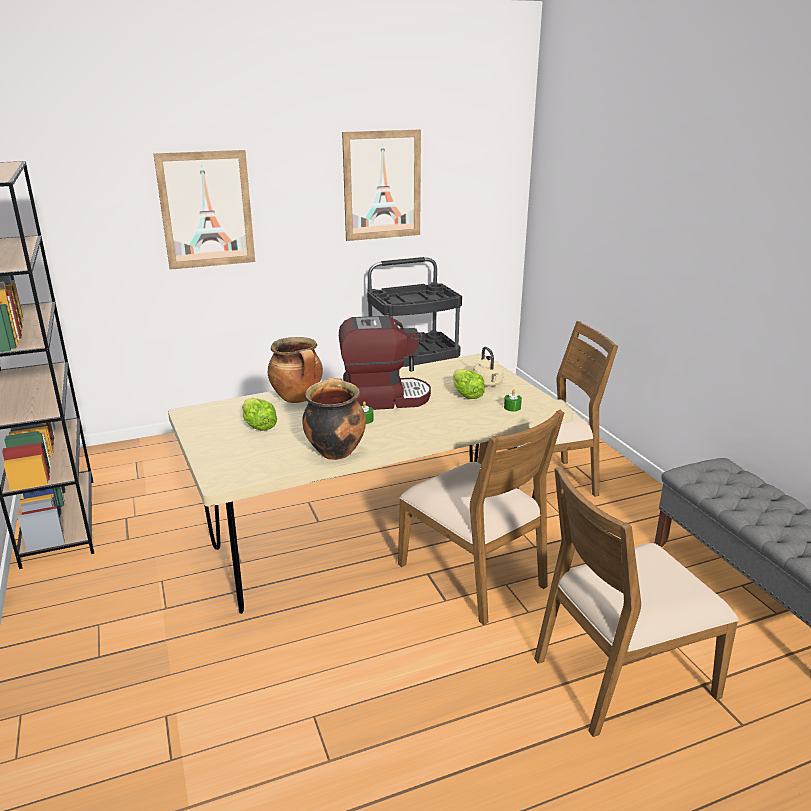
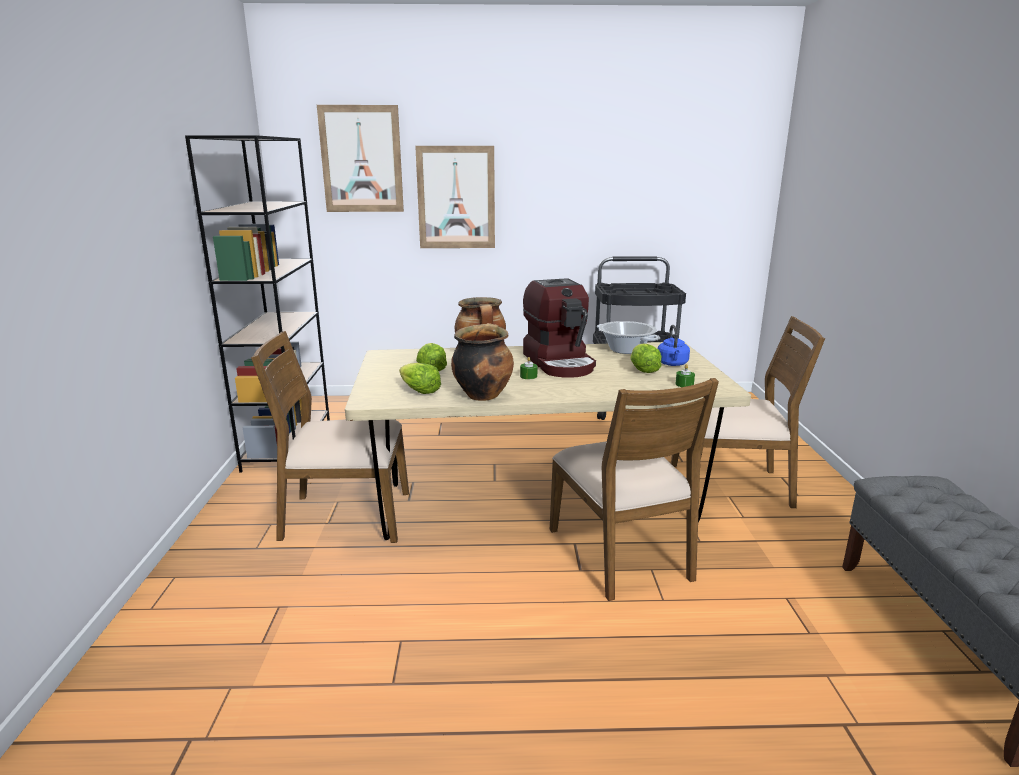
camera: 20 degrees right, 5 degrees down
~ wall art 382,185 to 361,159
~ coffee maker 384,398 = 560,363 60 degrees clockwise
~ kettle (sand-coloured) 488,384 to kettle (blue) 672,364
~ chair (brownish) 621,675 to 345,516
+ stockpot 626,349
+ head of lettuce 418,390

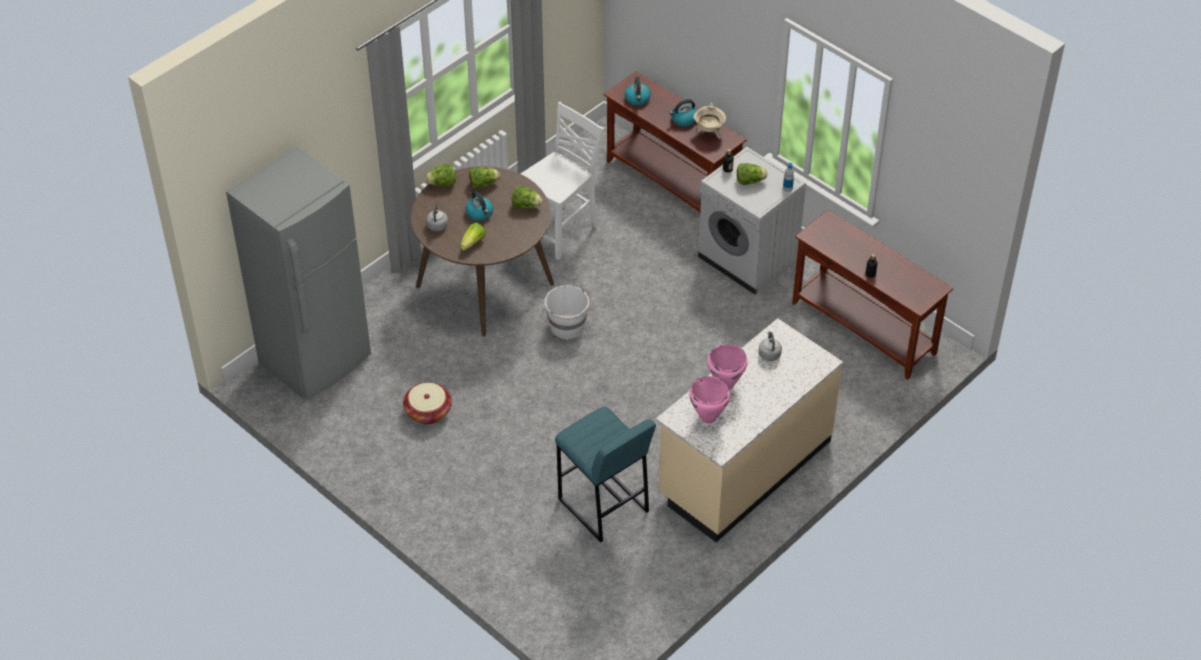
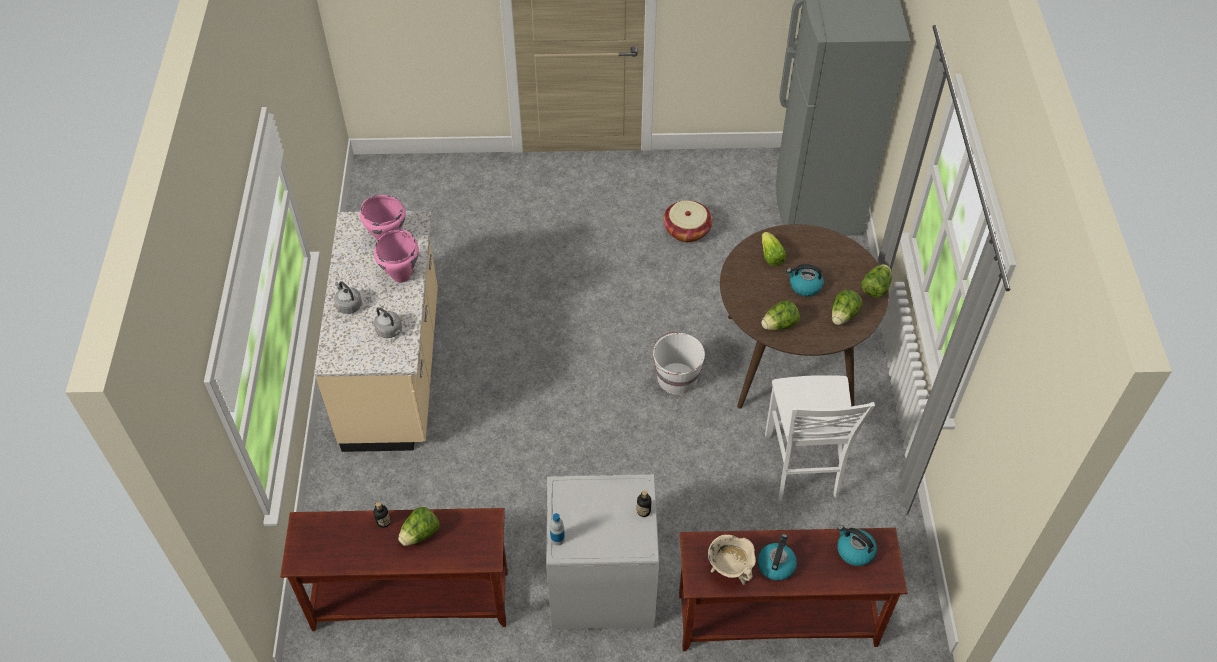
camera: 135 degrees right, 5 degrees up
~ head of lettuce 749,181 to 420,534
~ kettle (gray) 437,227 to 348,305
- stool (turquoise) 605,506

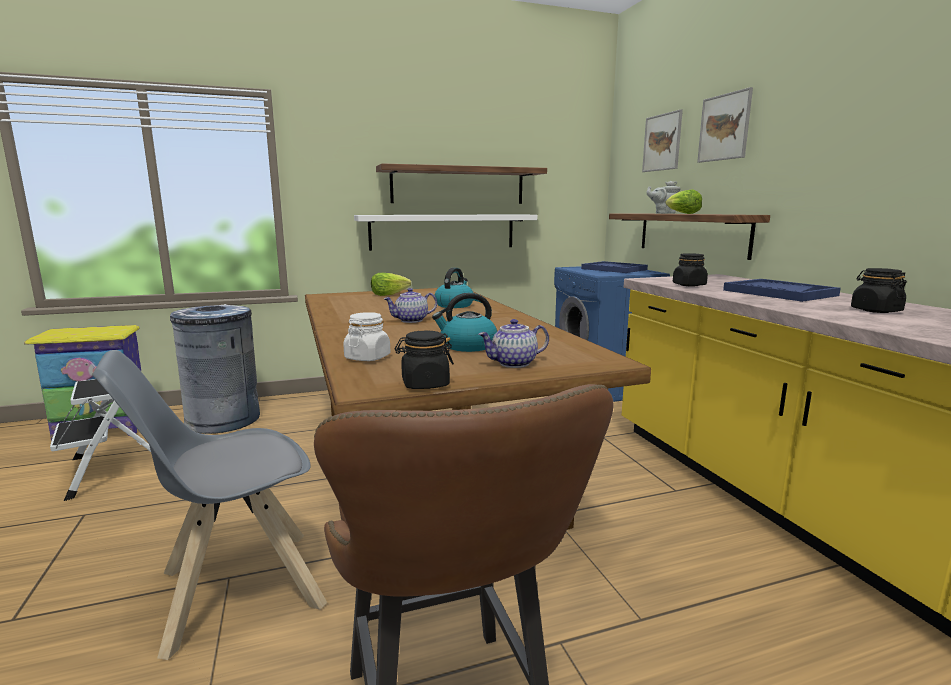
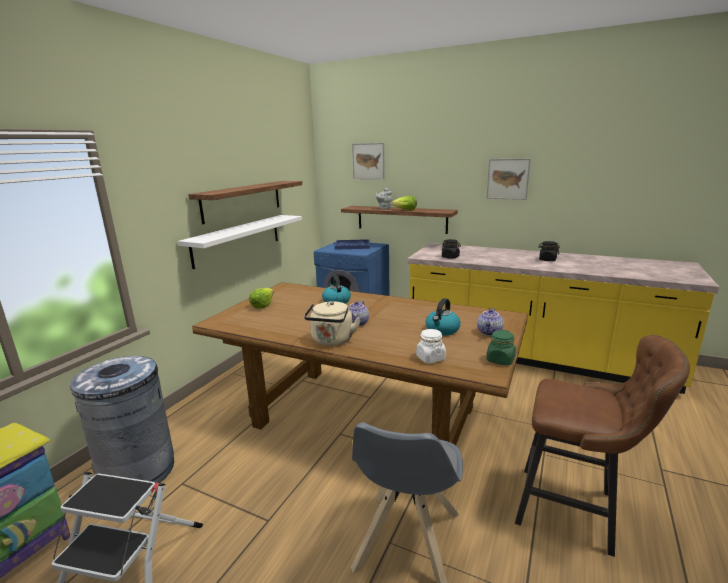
camera: 45 degrees left, 5 degrees up
~ wall art 724,127 to 507,179
- serving tray (blue) 778,293
~ preserve jar (black-coloured) 425,384 to preserve jar (green) 500,360
+ kettle (sand-coloured) 332,341

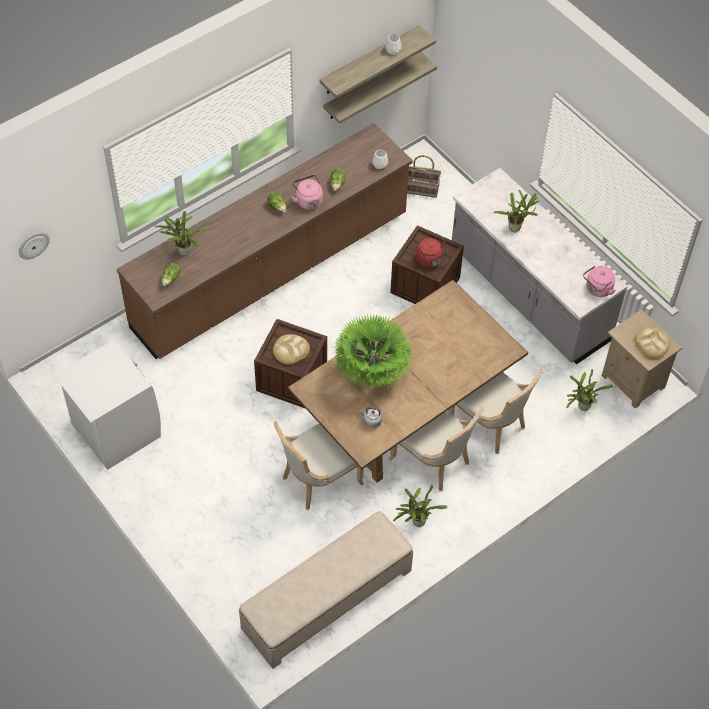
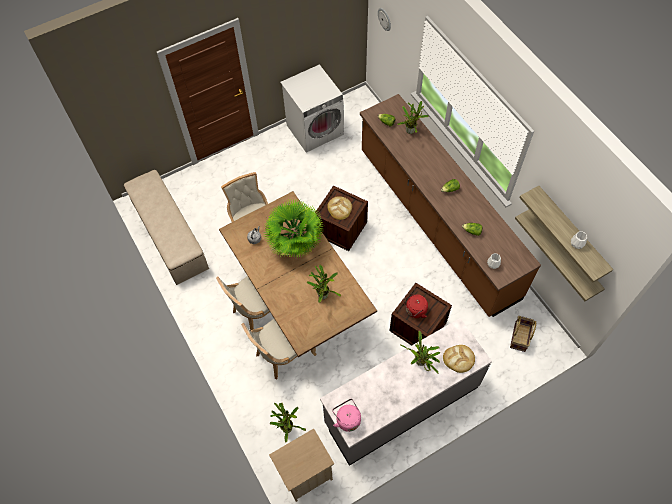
camera: 100 degrees right, 5 degrees up
- kettle (pink-coloured) 308,200
~ bakery bread 652,344 to 459,359
~ plant in a pot 416,522 to 323,294

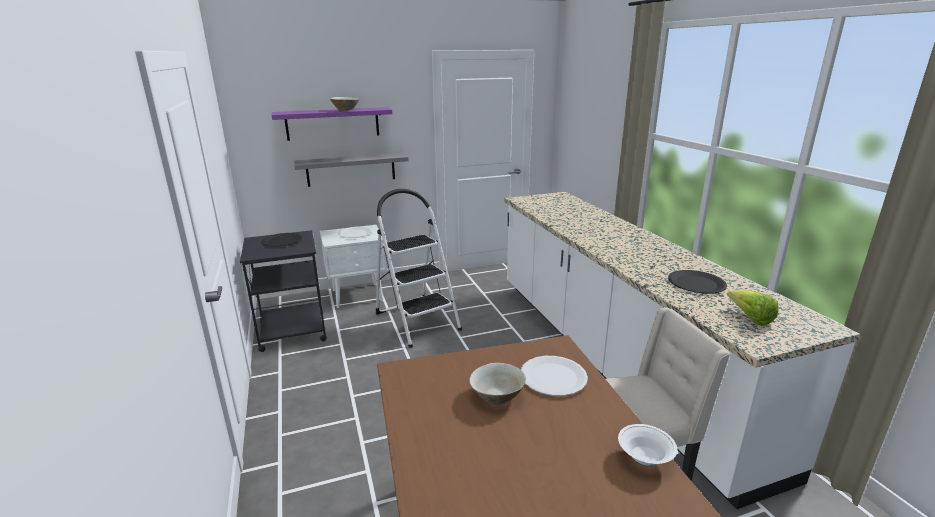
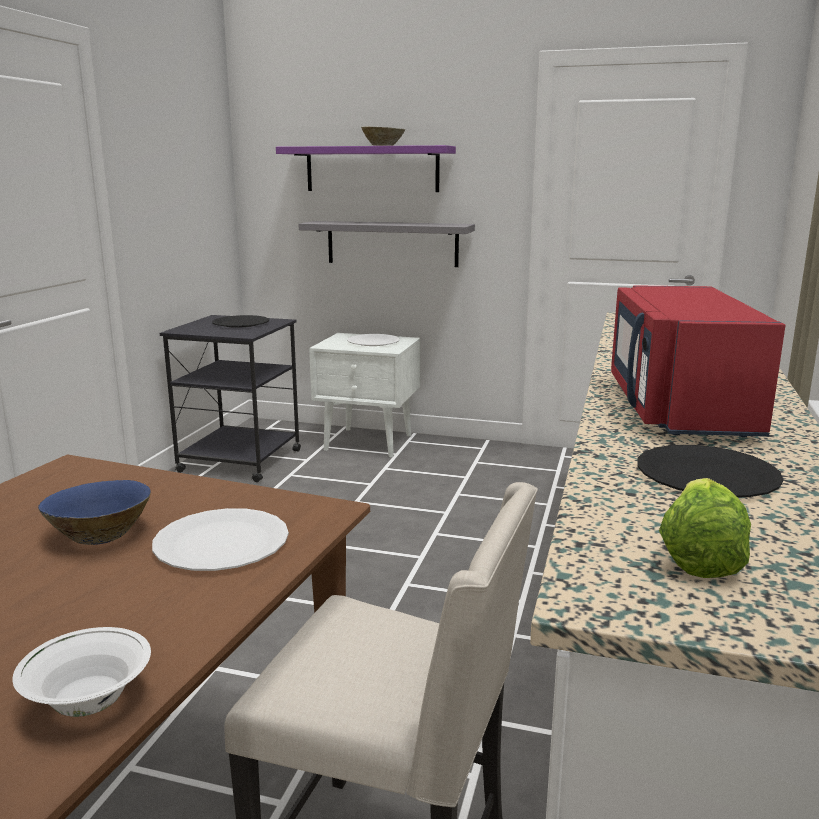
camera: 35 degrees right, 5 degrees down
- stepladder 416,321
~ deep dish (sand-coloured) 497,396 to deep dish (blue) 100,534
+ kitchen microwave (reddish) 677,408

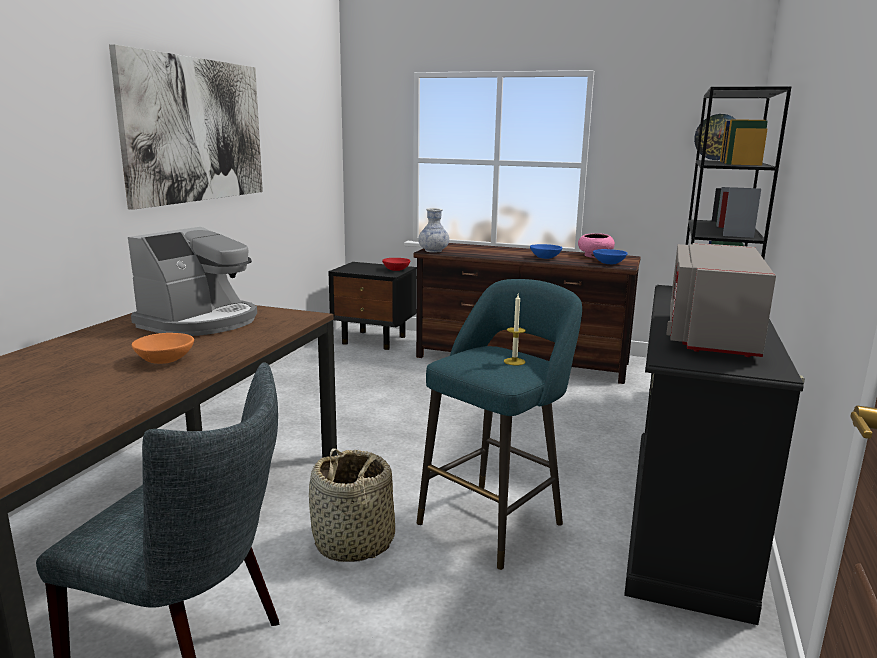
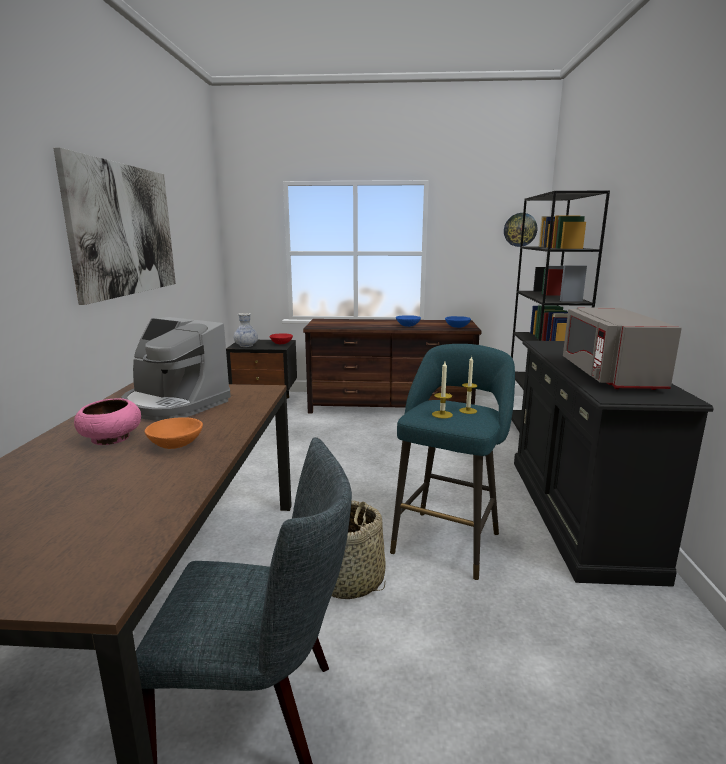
camera: 15 degrees left, 0 degrees up
~ decorative vase 433,251 to 246,345
~ coffee maker 200,322 = 175,404 105 degrees clockwise
~ deep dish (pink-coloured) 595,256 to 111,439
+ candle 442,414

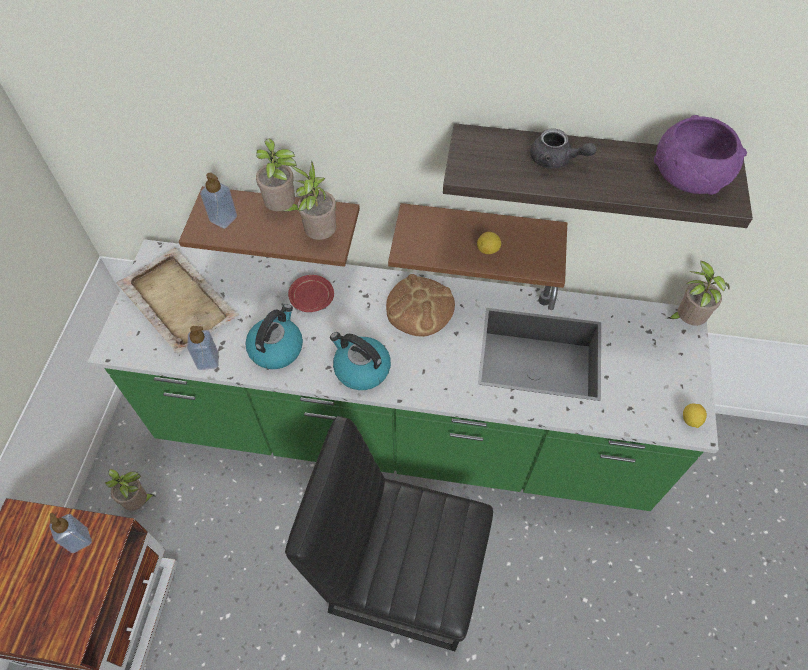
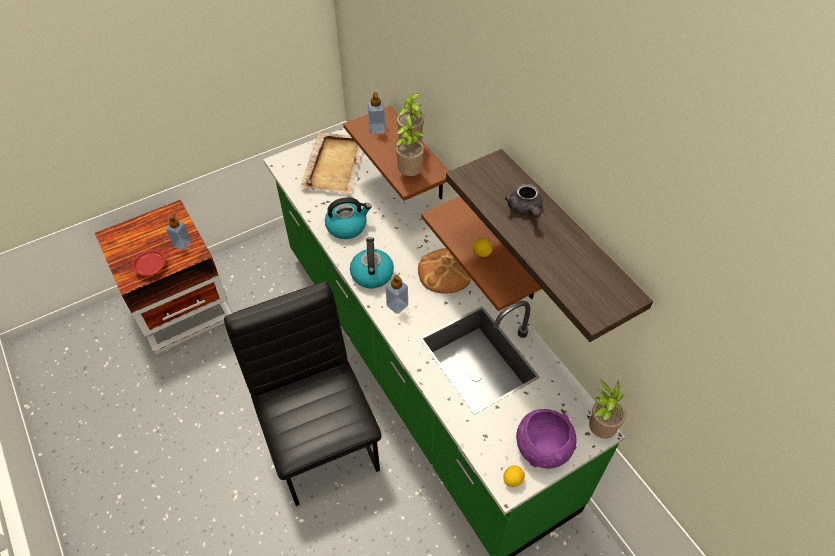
camera: 50 degrees right, 5 degrees down
~ deep dish (purple) 689,176 to 543,447
~ flat dish (reddish) 311,298 to 151,266
~ soap bottle 208,360 to 397,305
- plant in a pot 140,502

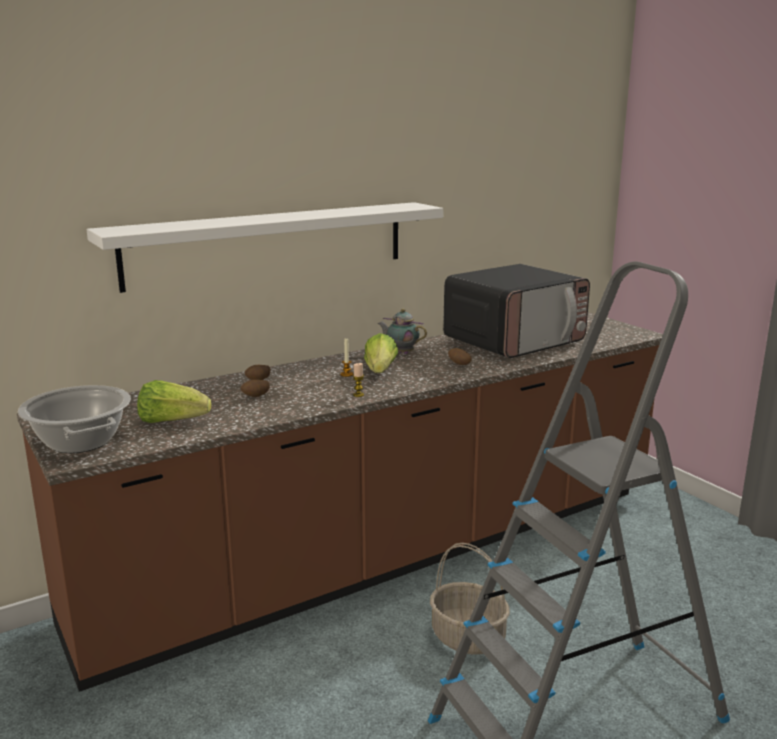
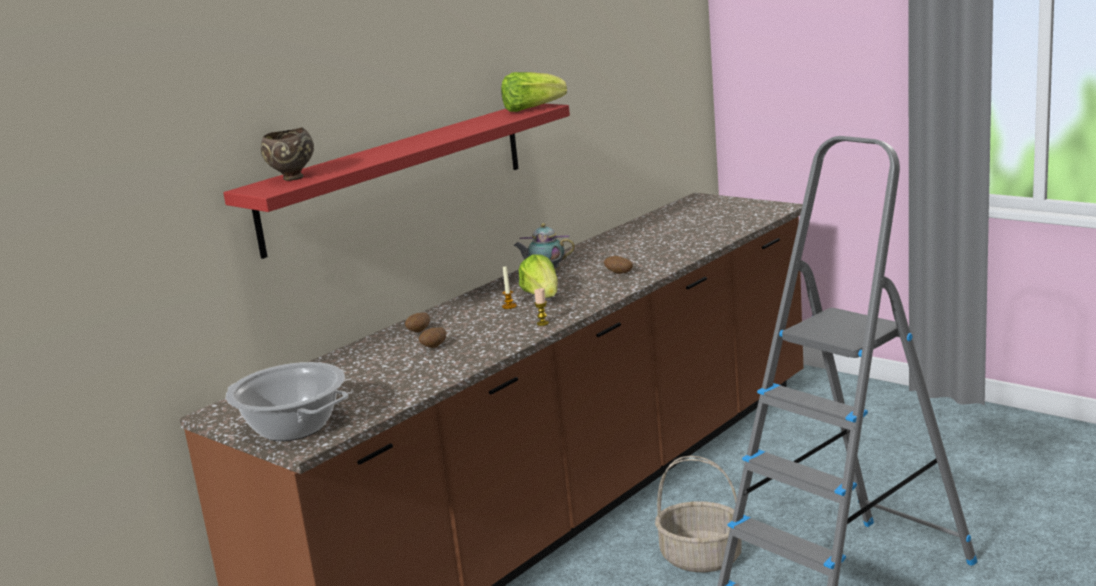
camera: 15 degrees left, 0 degrees up
~ wall shelf (white) 269,244 to wall shelf (reddish) 396,175
- kitchen microwave 514,341
~ head of lettuce 172,421 to 531,109
+ deep dish (brownish) 292,178

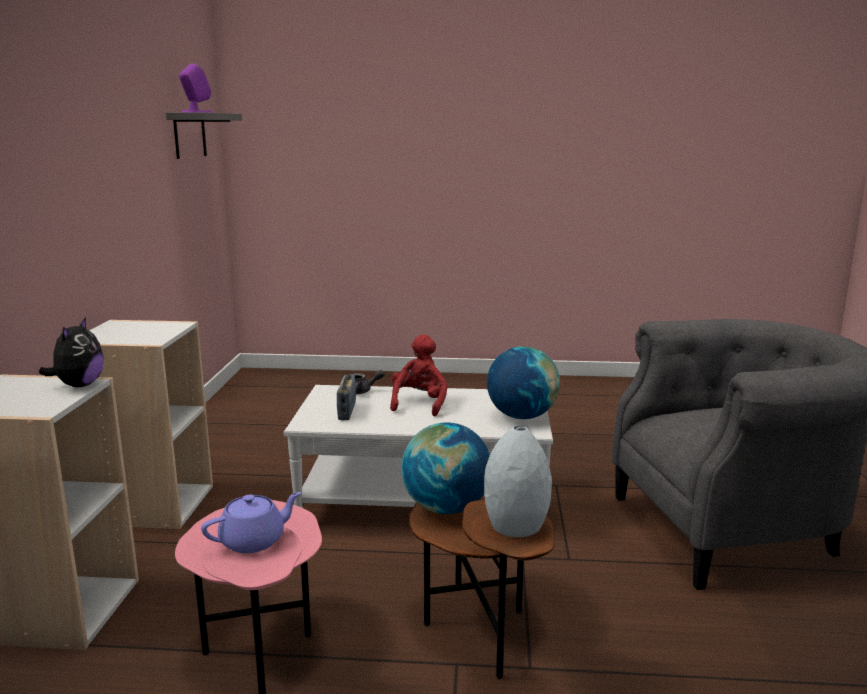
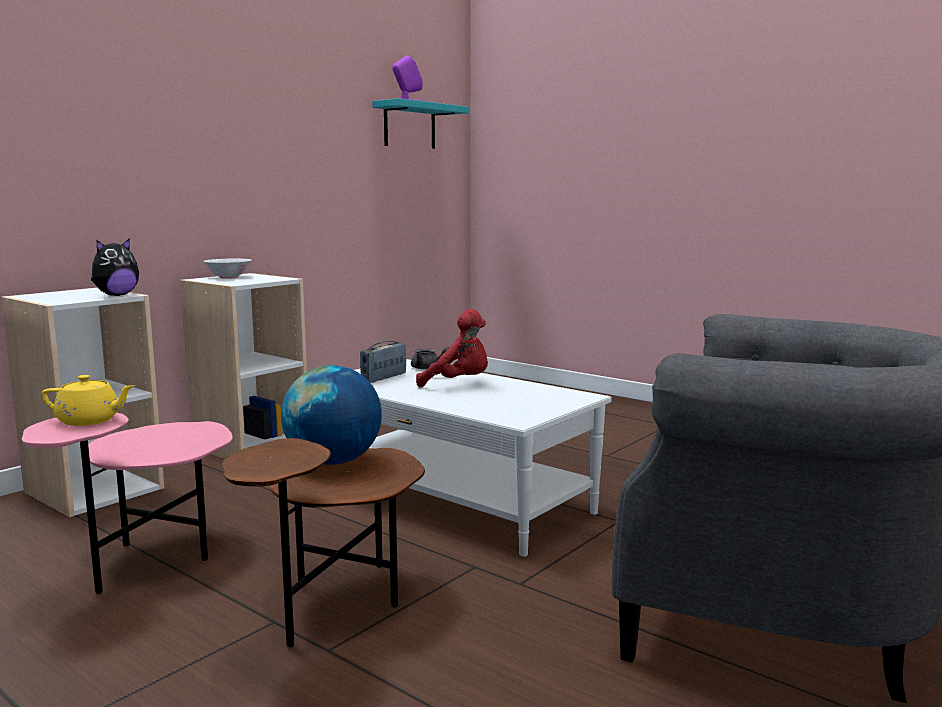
camera: 35 degrees right, 5 degrees down
~ wall shelf (gray) 189,135 to wall shelf (turquoise) 409,126
~ cuddly toy (reddish) 419,403 = 458,384 60 degrees clockwise
- world globe 521,416
- decorative vase (gray) 514,525
~ pot for tea (purple) 254,541 to pot for tea (yellow-coloured) 90,420
+ deep dish (white) 228,277

